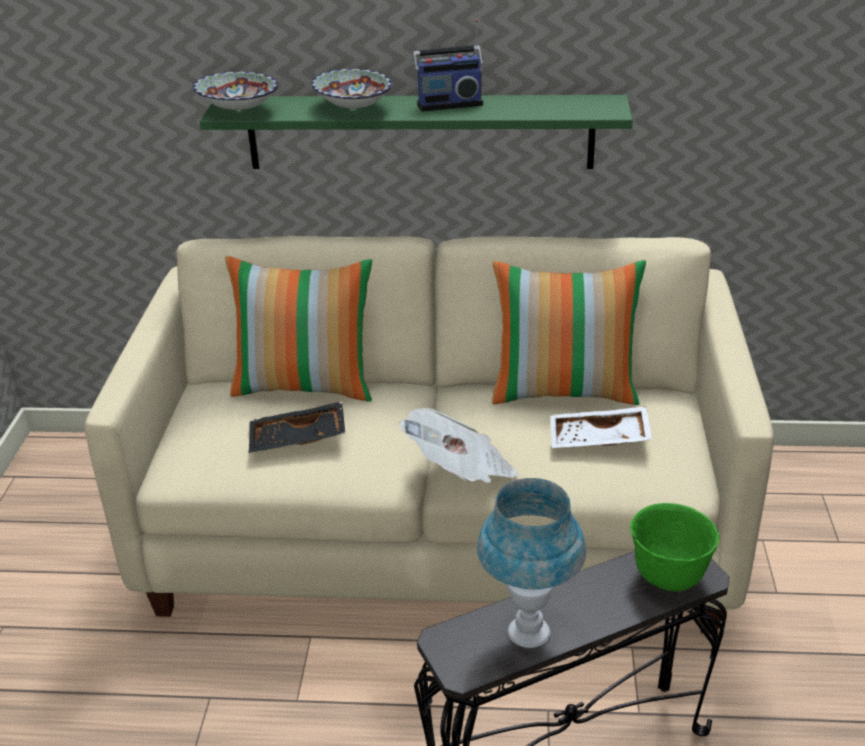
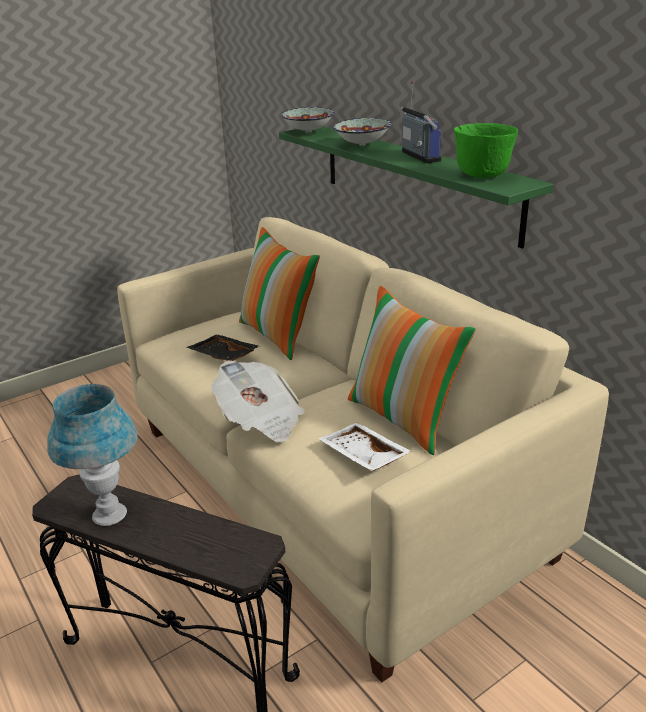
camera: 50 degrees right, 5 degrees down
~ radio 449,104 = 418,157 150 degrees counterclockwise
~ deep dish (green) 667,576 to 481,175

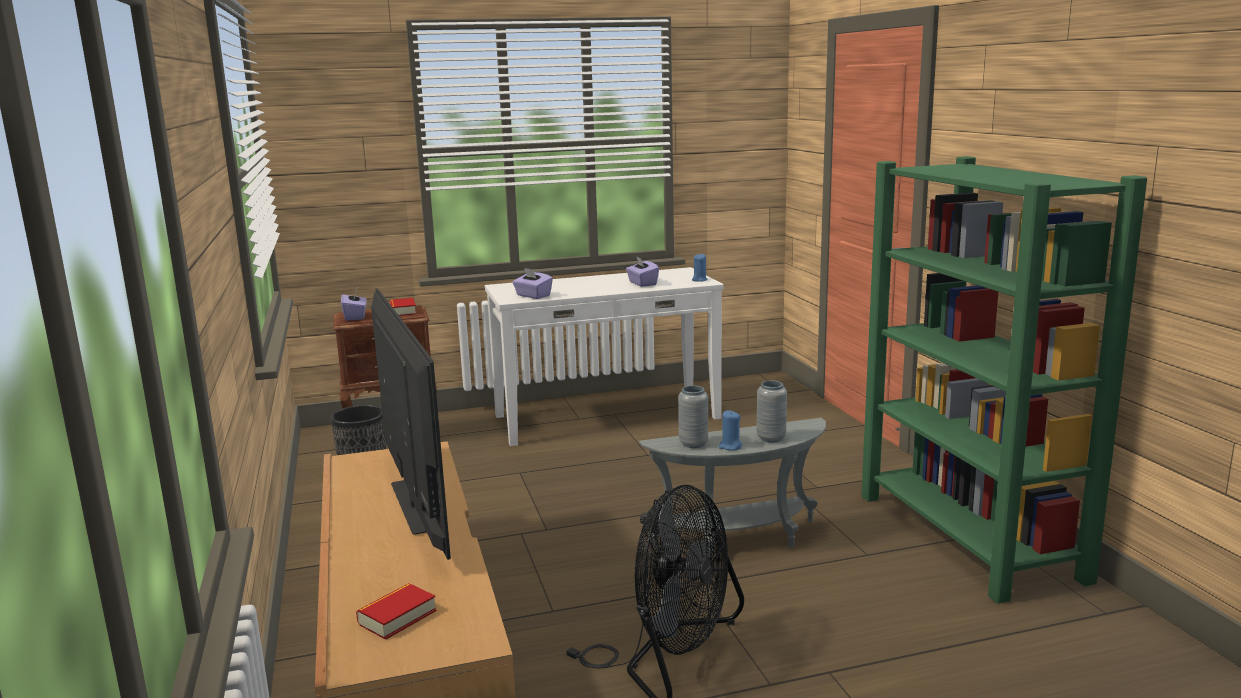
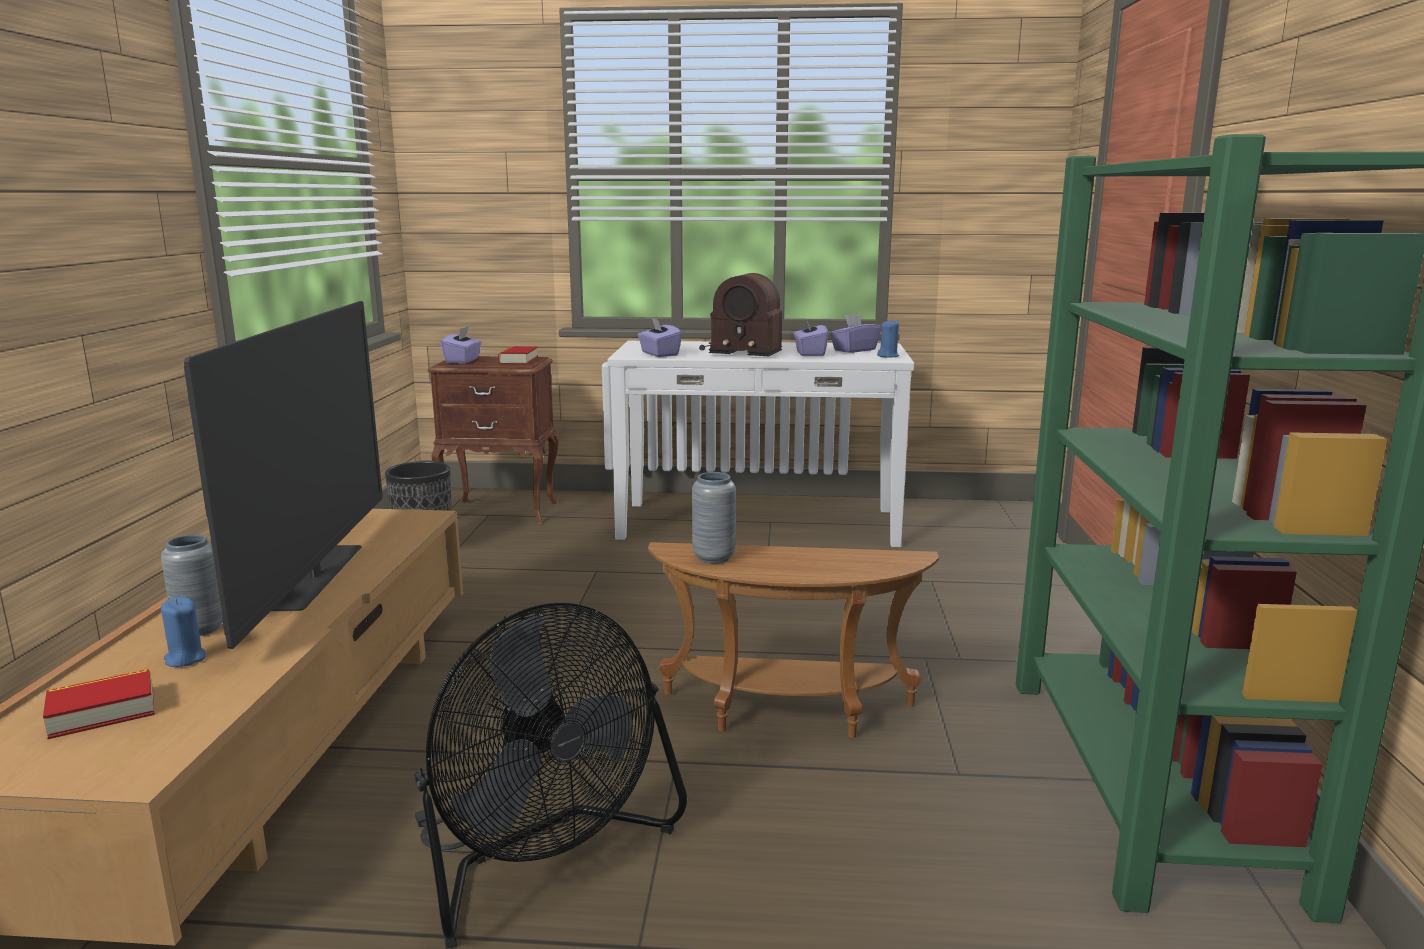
camera: 20 degrees right, 0 degrees up
~ decorative vase (gray) 771,438 to 200,629
~ candle (blue) 730,446 to 185,659
~ side table (gray) 741,542 to side table (brownish) 787,714
+ radio 740,350
+ tissue holder (purple) 854,350

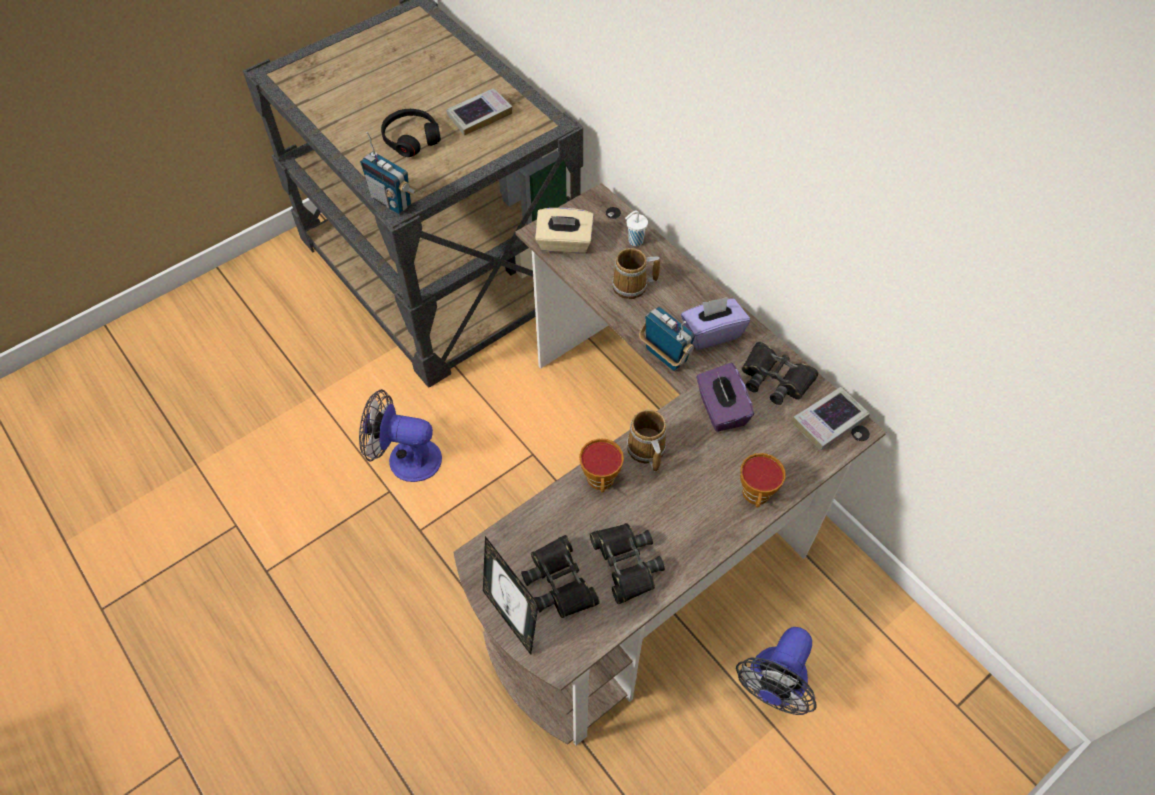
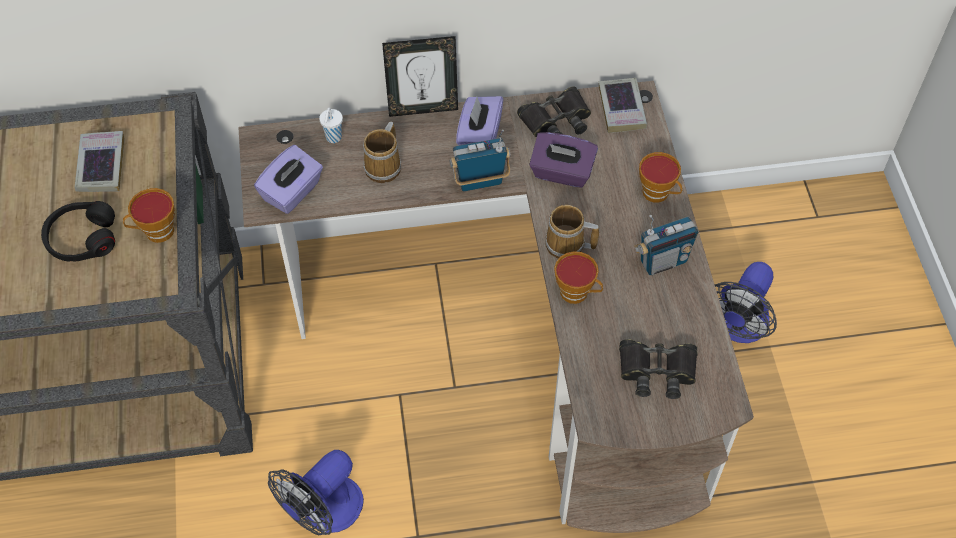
camera: 60 degrees left, 0 degrees up
~ radio 392,201 to 662,261
~ tissue holder (sand-coloured) 564,243 to tissue holder (purple) 292,192
- field glasses (black-coloured) 626,563
~ photo frame 512,618 to 423,108
~ fan 773,686 = 737,327 60 degrees clockwise
+ small cup 156,232

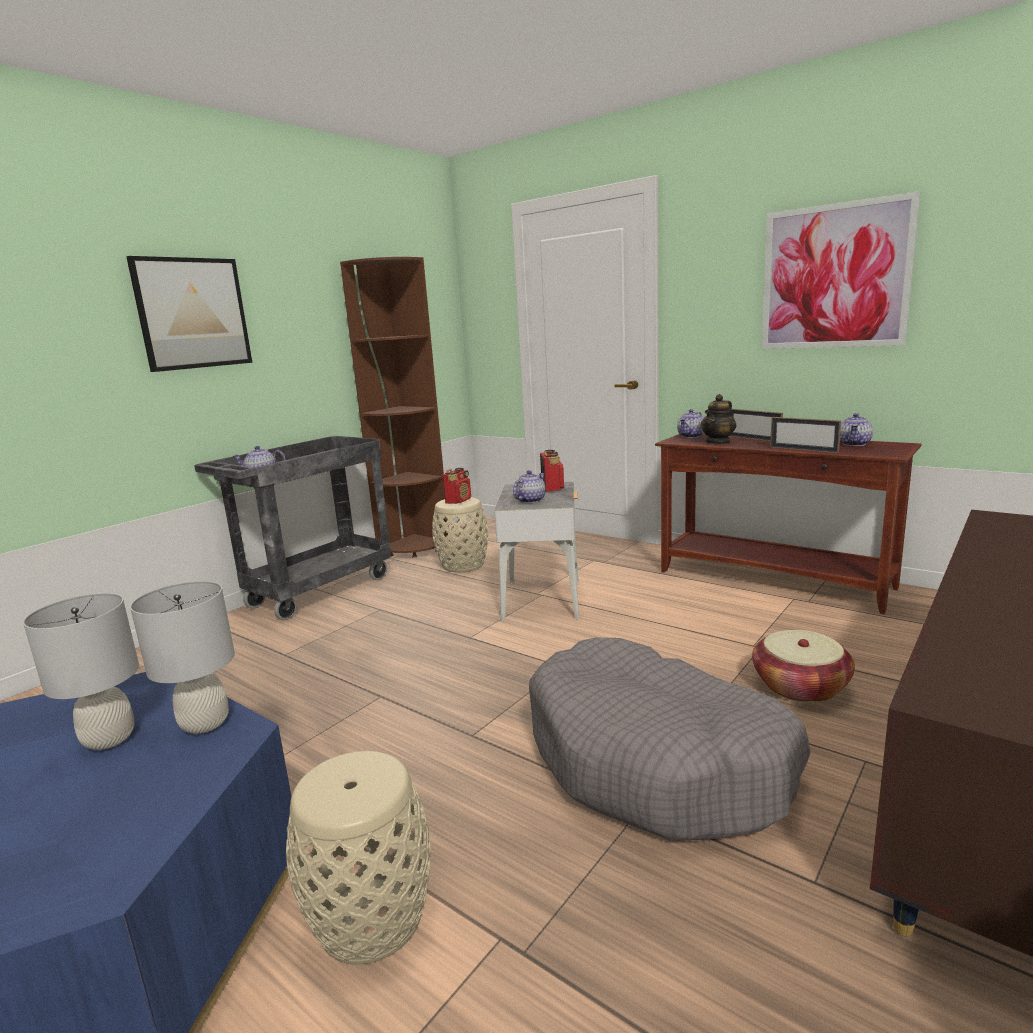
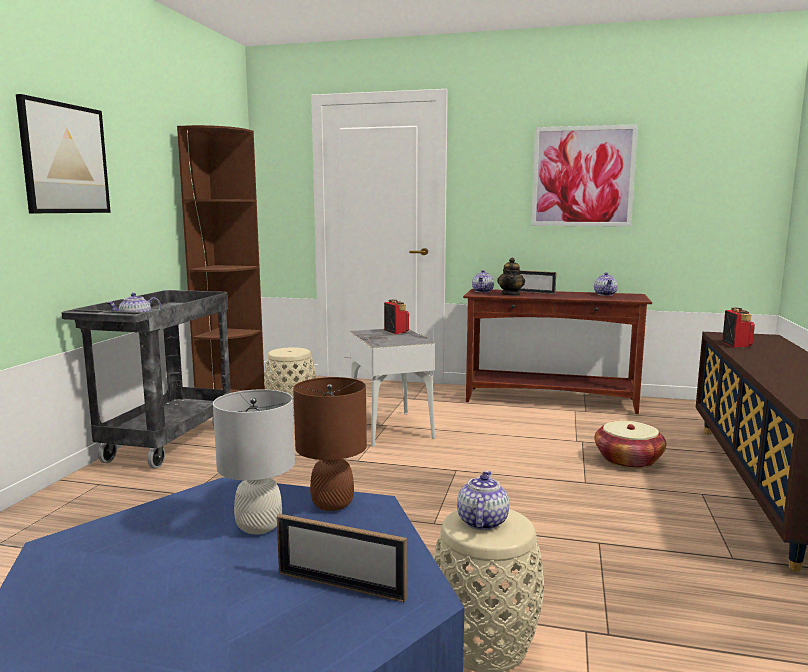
camera: 25 degrees left, 5 degrees down
~ photo frame 803,450 to 340,586
~ radio 458,501 to 736,344
~ pot for tea 530,500 to 481,522
~ tabletop lamp (gray) 207,725 to tabletop lamp (brownish) 334,505
- dog bed (gray) 657,761

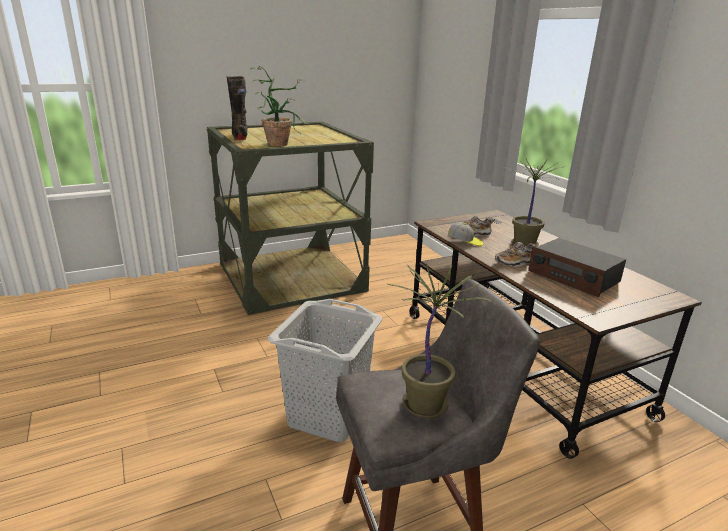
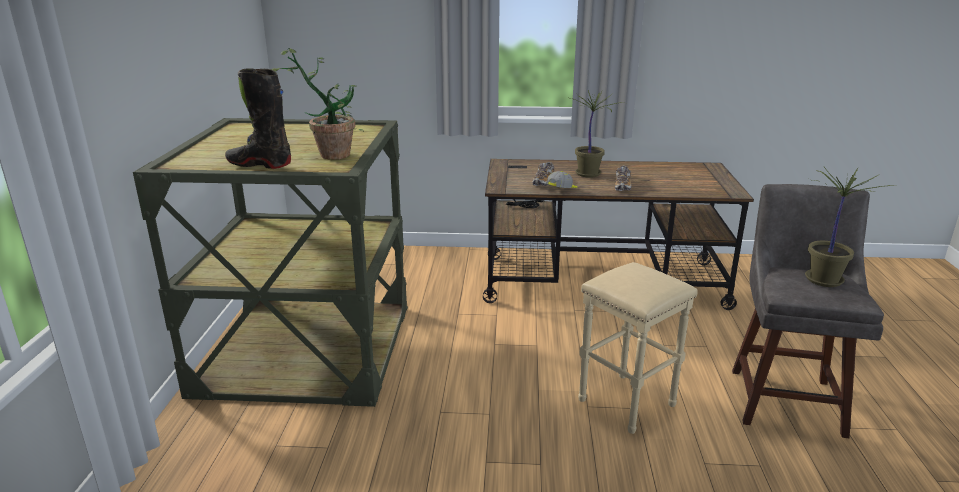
camera: 60 degrees left, 0 degrees up
- radio 573,277
~ hamper (gray) 328,415 to stool (sand-coloured) 626,400

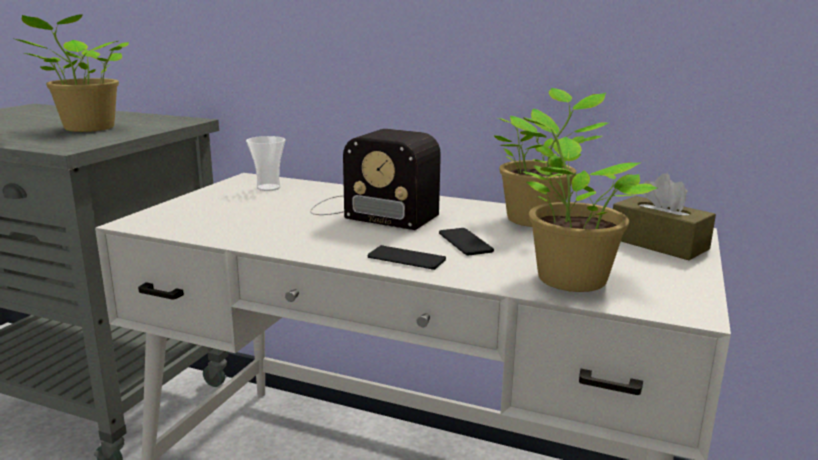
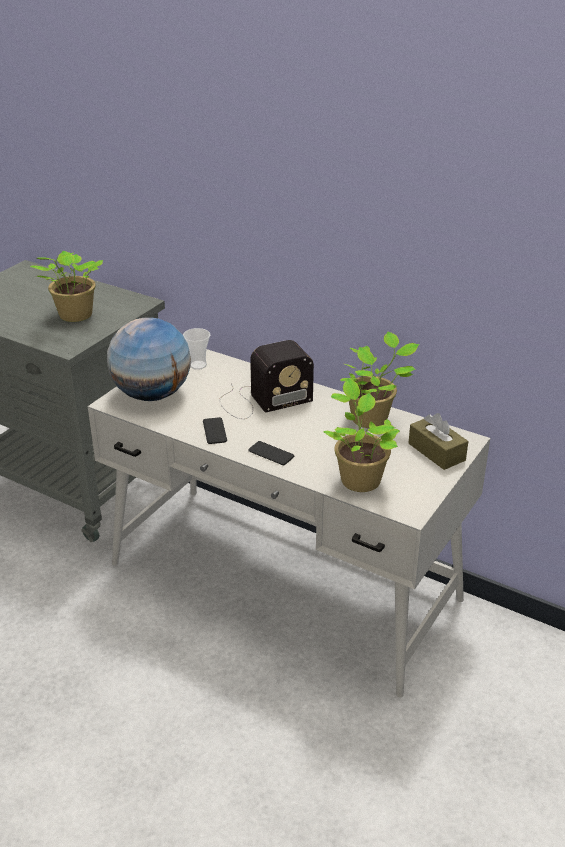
camera: 10 degrees right, 15 degrees up
~ radio 369,211 = 262,400 60 degrees counterclockwise
~ handset 465,242 to 214,431
+ world globe 152,395

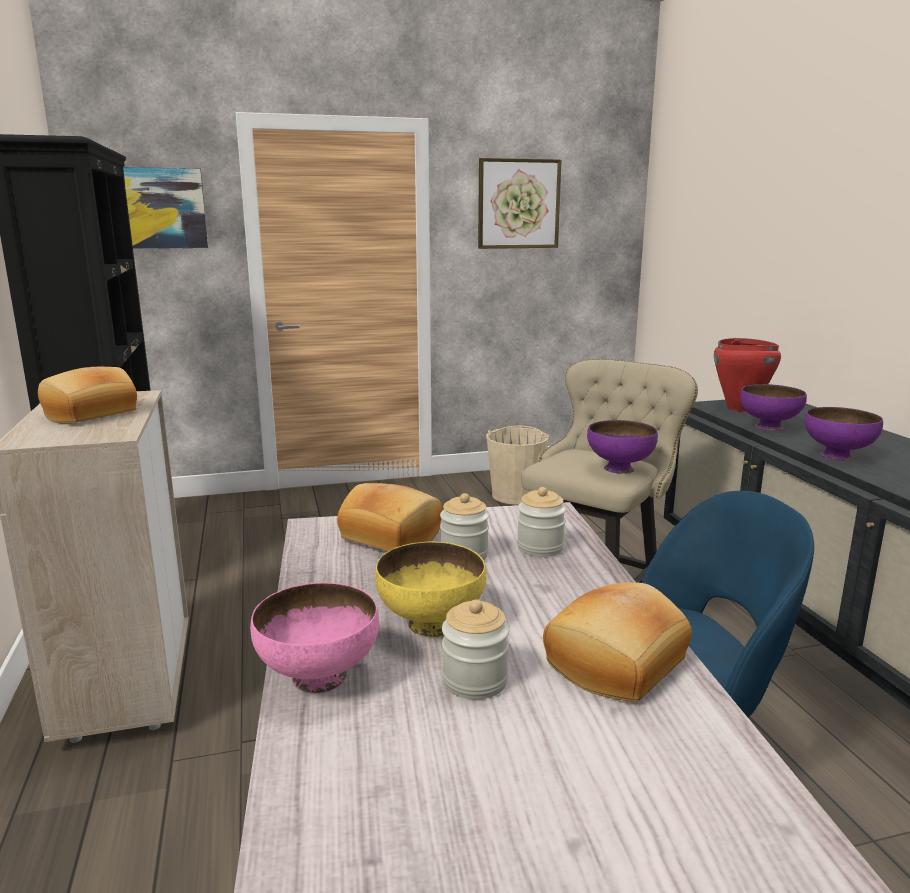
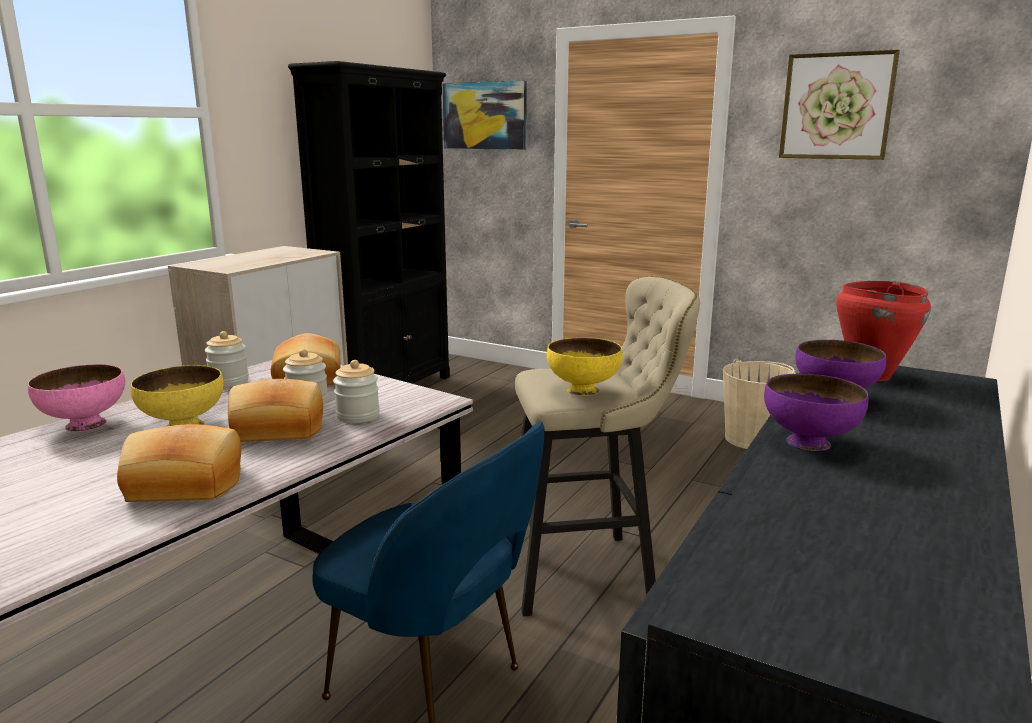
camera: 45 degrees right, 0 degrees up
~ bakery bread 91,414 to 278,430
~ deep dish (purple) 620,469 to deep dish (yellow-coloured) 583,391
~ preserve jar 475,680 to 229,381

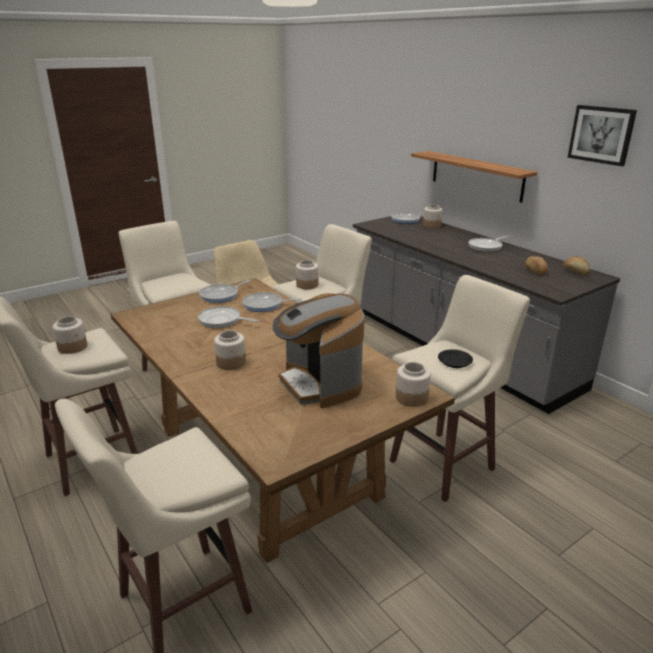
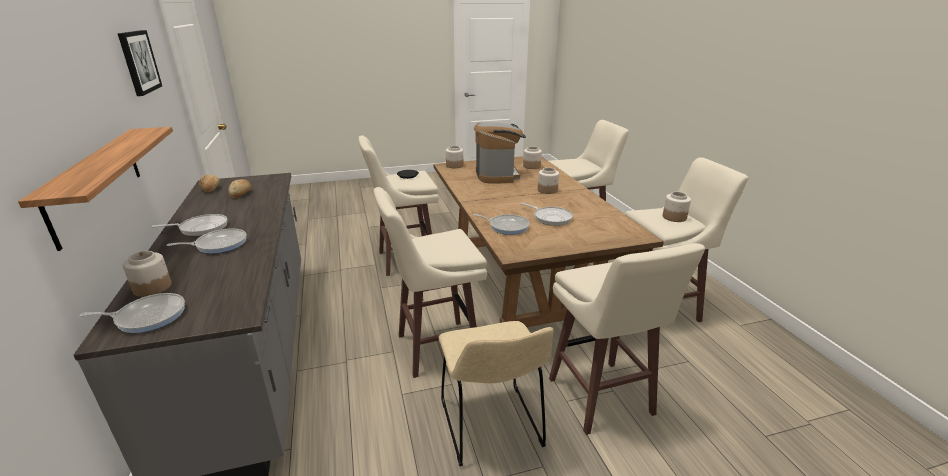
camera: 160 degrees left, 0 degrees up
~ preserve jar 307,285 to 531,166
~ skillet 221,295 to 218,244

